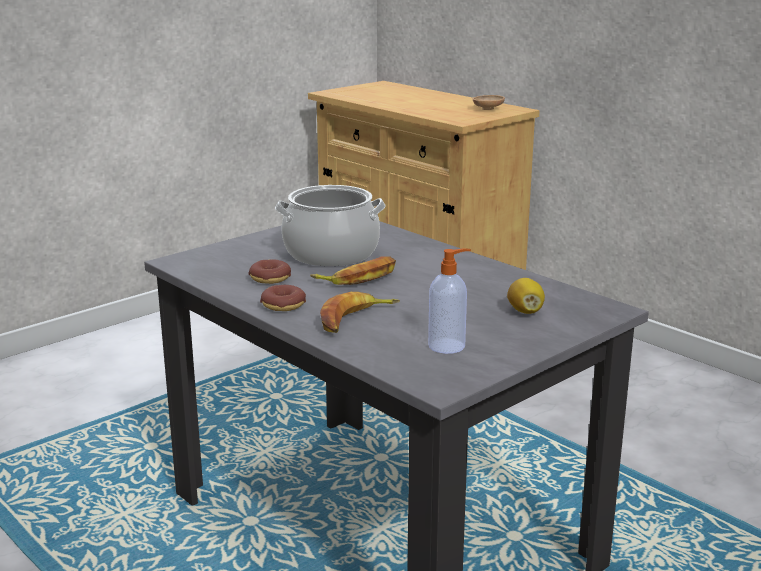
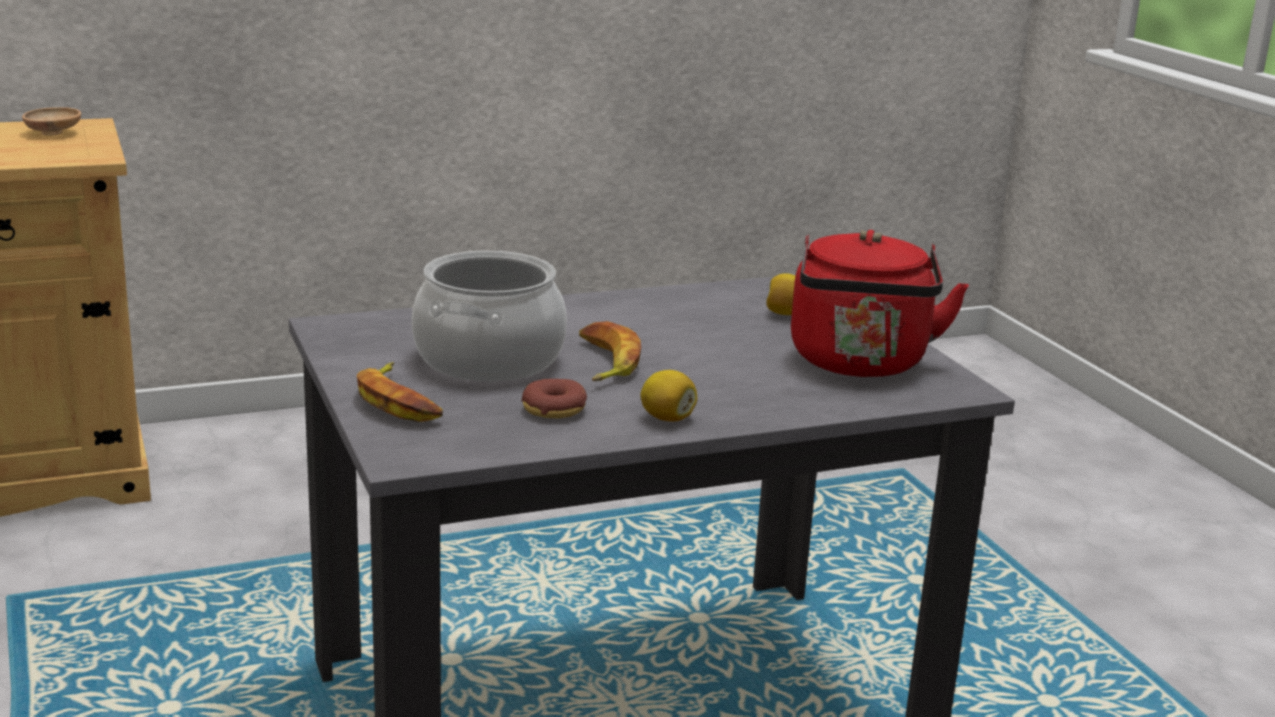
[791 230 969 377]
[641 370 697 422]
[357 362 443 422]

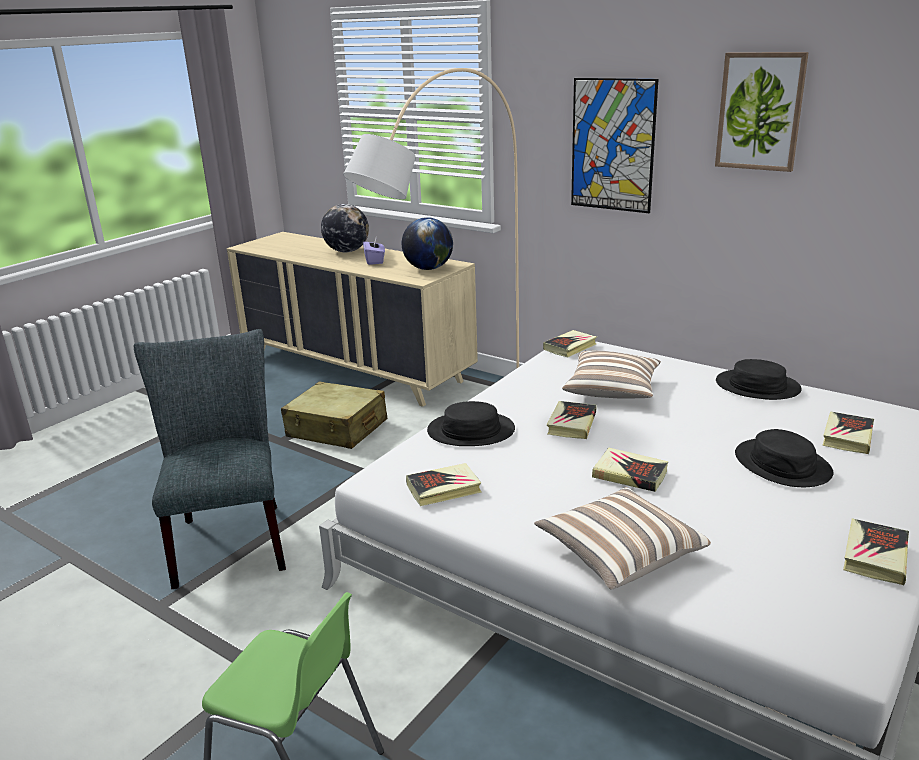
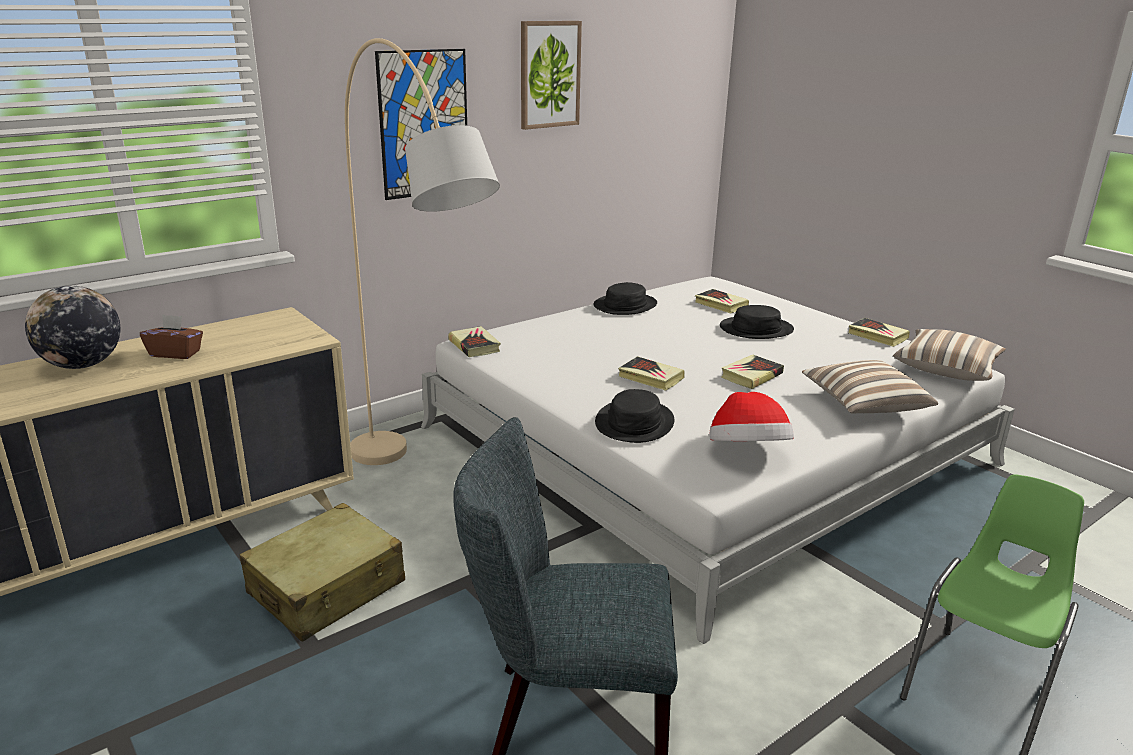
[402 217 453 270] (first image)
[140 314 203 359]
[893 329 1006 381]
[709 392 794 441]

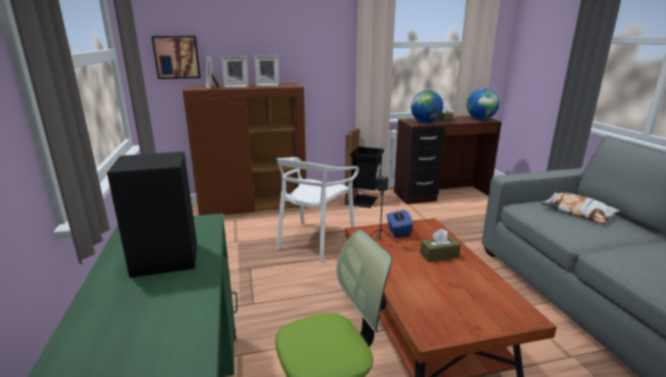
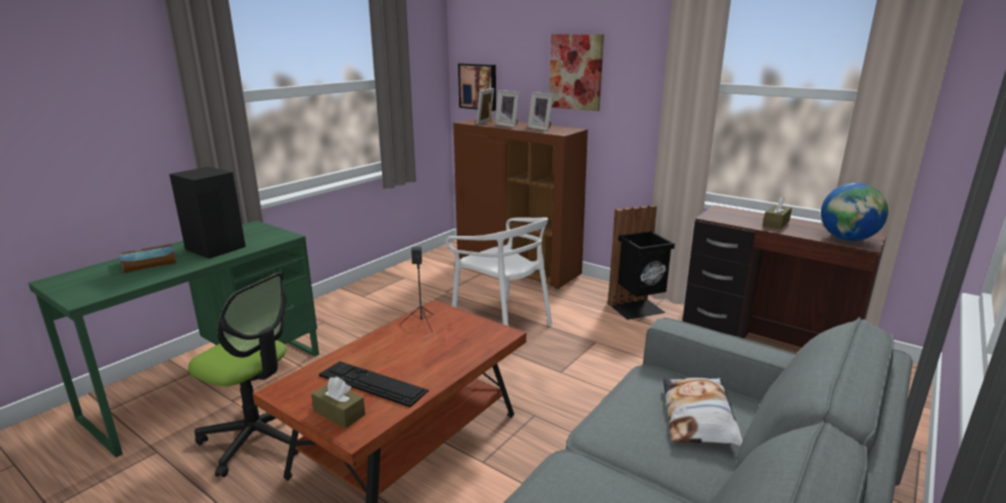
[411 90 443 123] (first image)
[445 218 552 326]
[387 209 413 237] (first image)
[311 377 365 428]
[549 34 604 111]
[119 244 178 273]
[319 361 429 408]

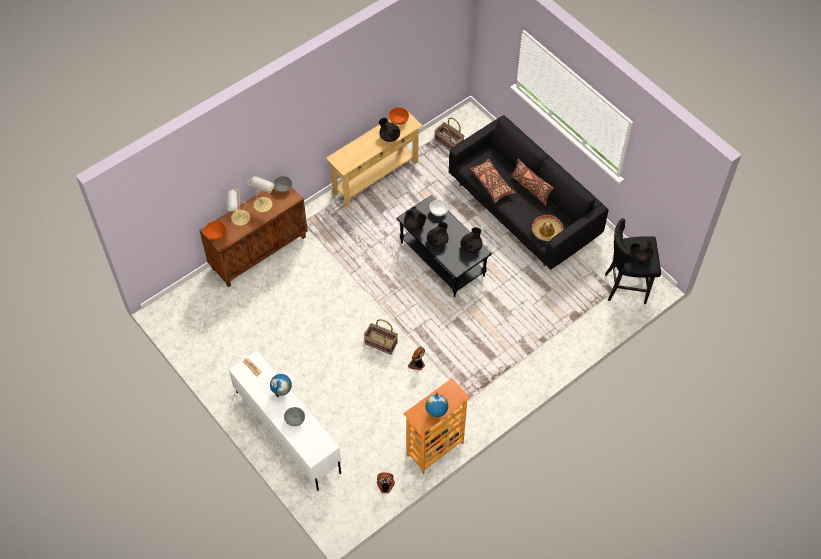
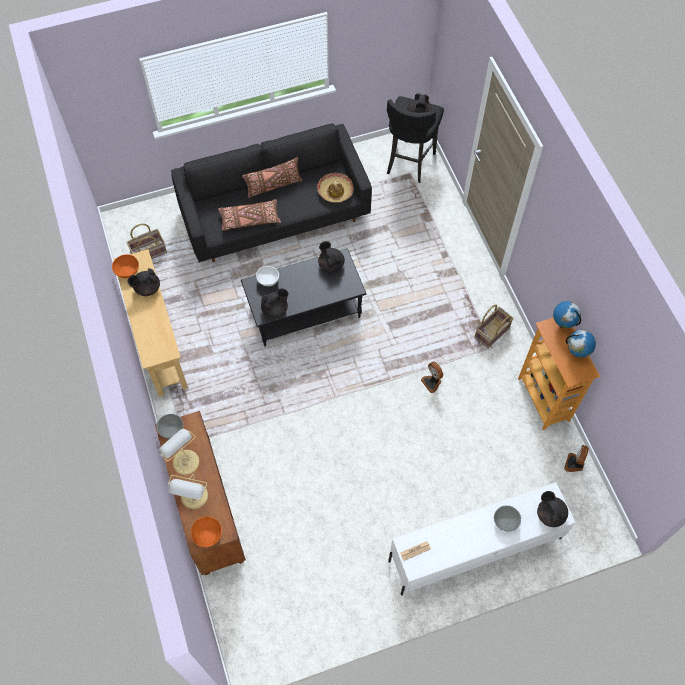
[537 491 568 527]
[475 305 514 349]
[553 301 581 328]

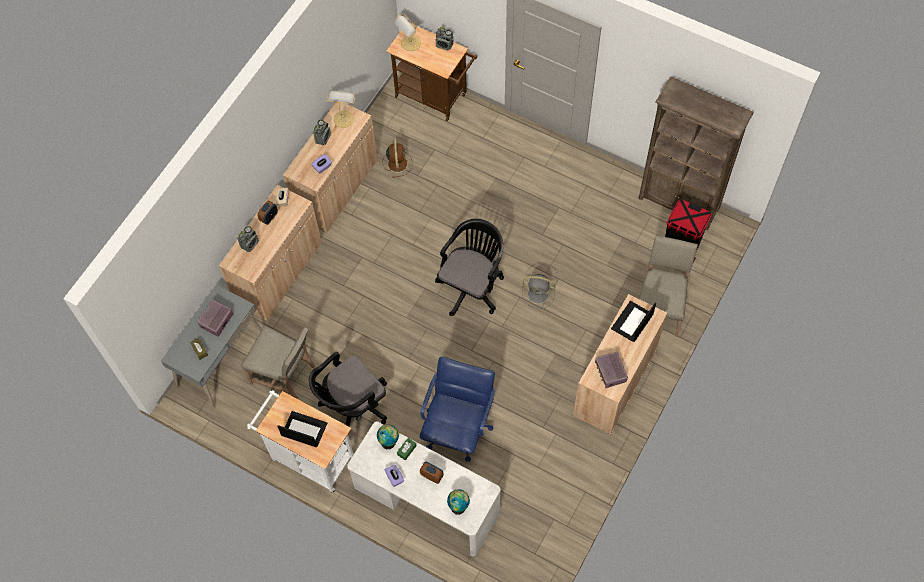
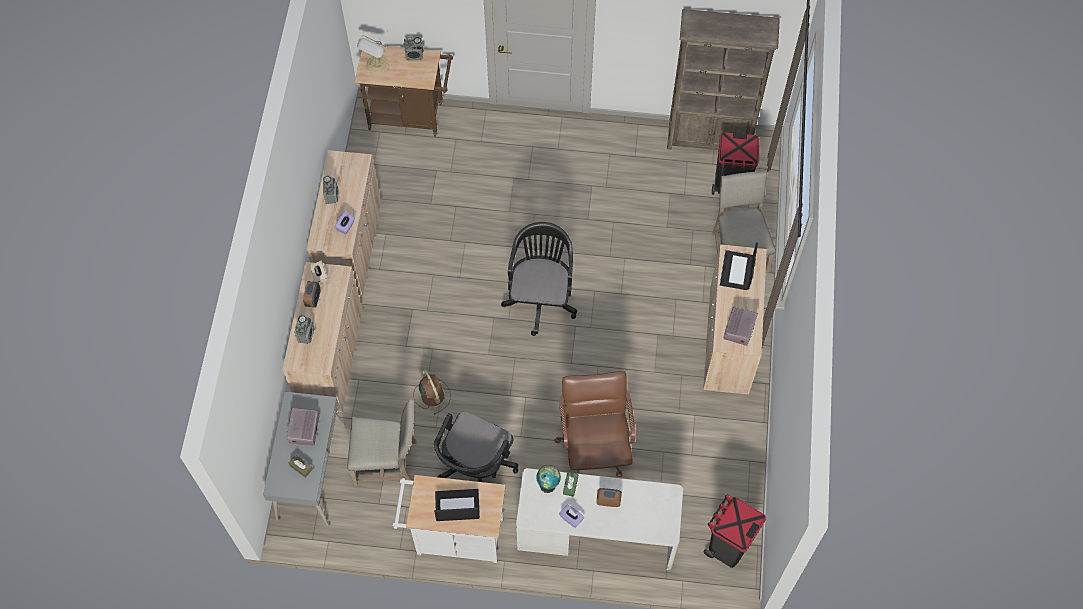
[326 91 356 128] (first image)
[413 369 451 415]
[522 274 555 309] (first image)
[723 307 758 346]
[554 371 636 477]
[447 489 470 515] (first image)
[703 495 766 568]

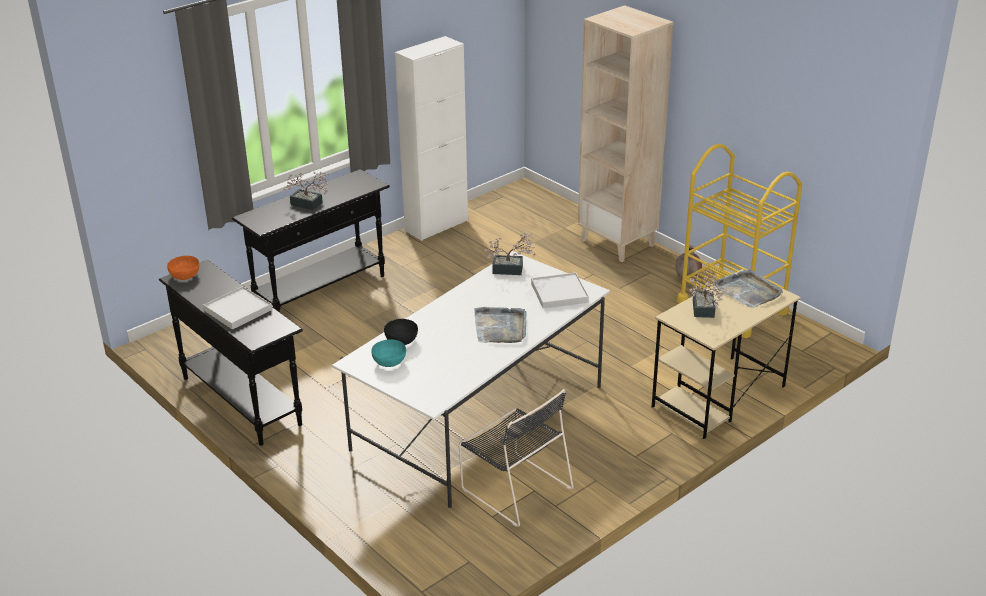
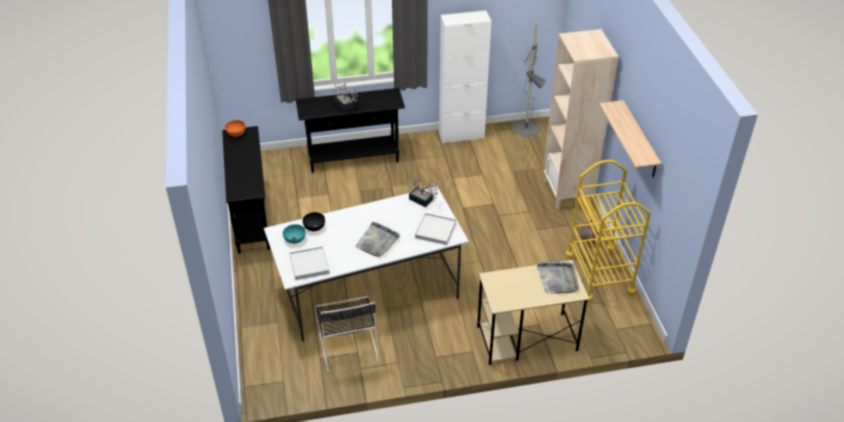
[689 271 727 318] (first image)
[290 246 330 280]
[512 21 546 168]
[599 100 662 177]

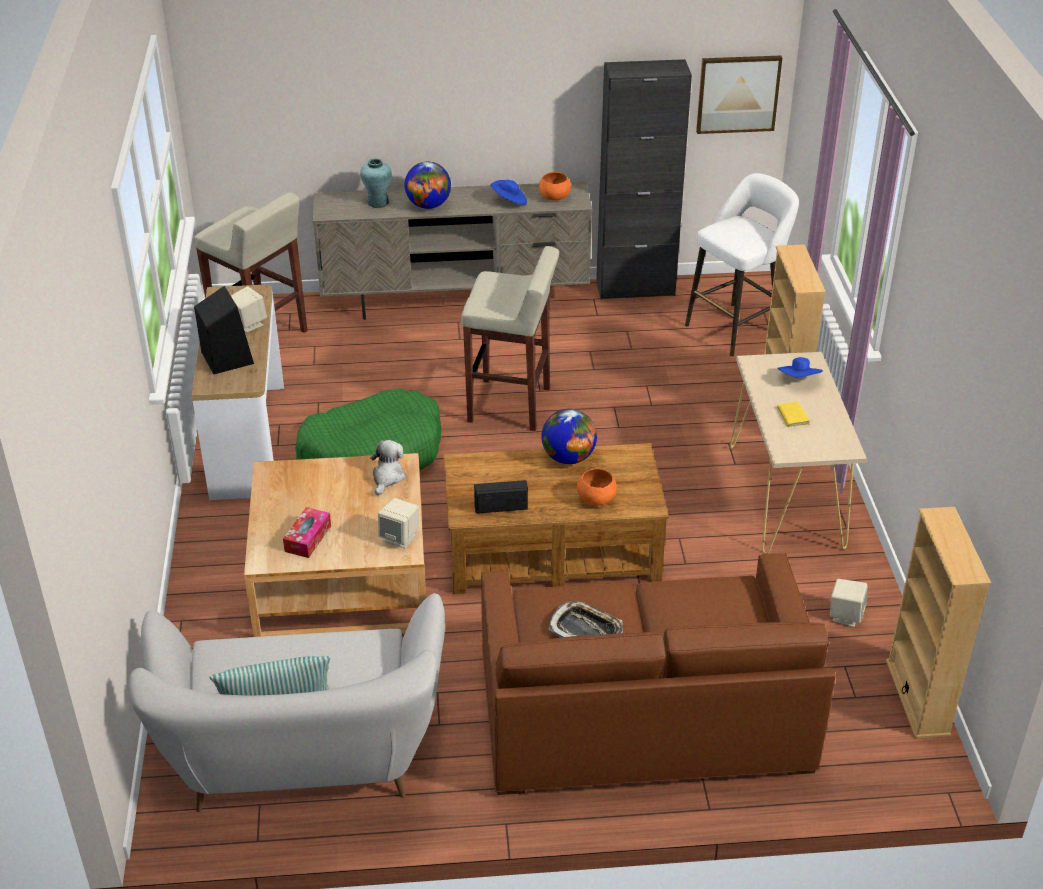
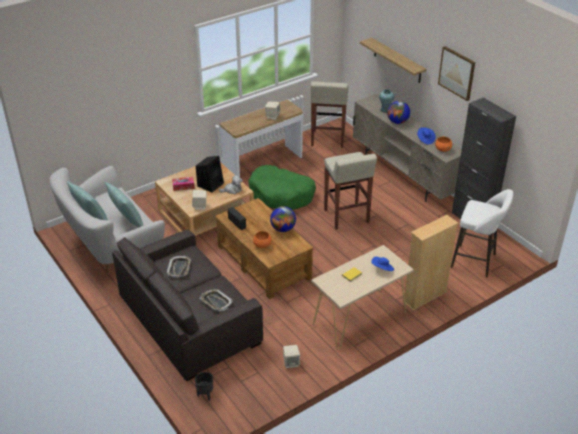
[438 46 475 101]
[196 156 224 192]
[886 507 991 739] (first image)
[112 229 263 381]
[360 38 427 83]
[105 182 143 227]
[199 289 233 311]
[195 372 213 401]

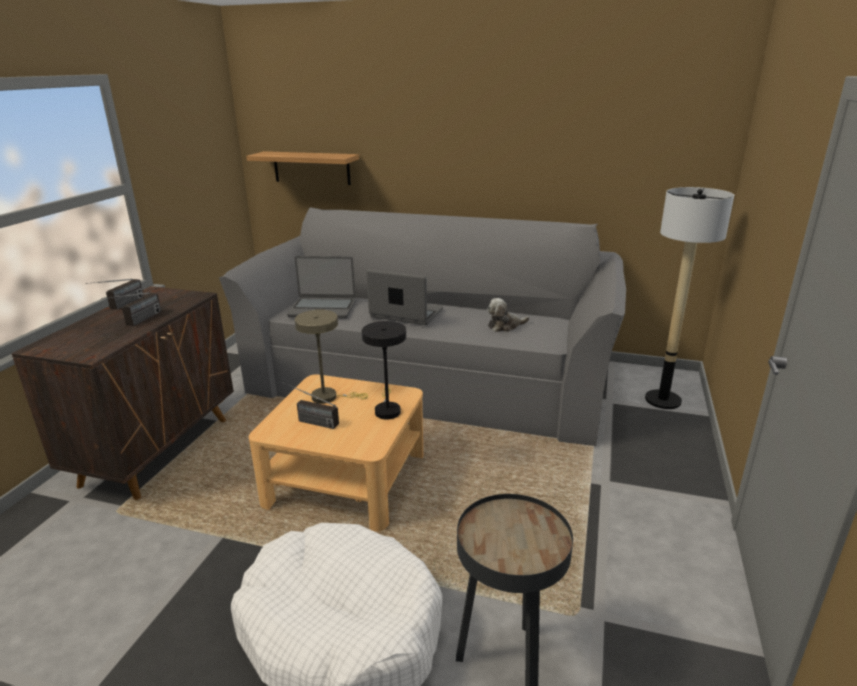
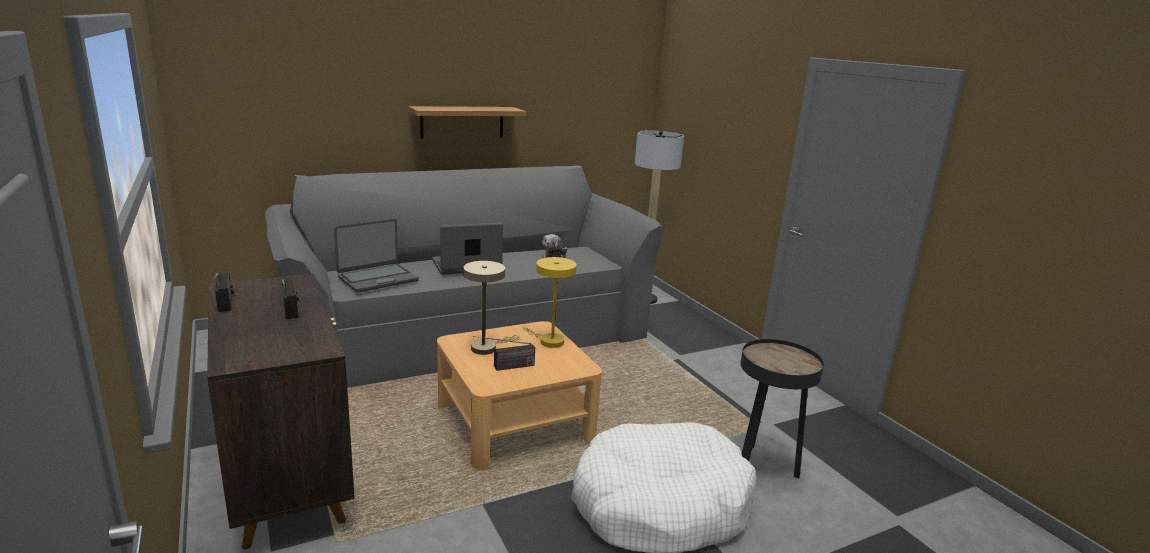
[408 106 526 139]
[522 257 577 348]

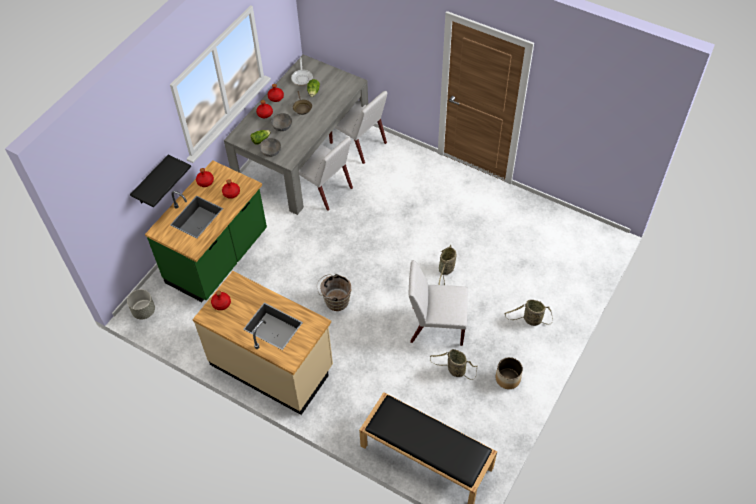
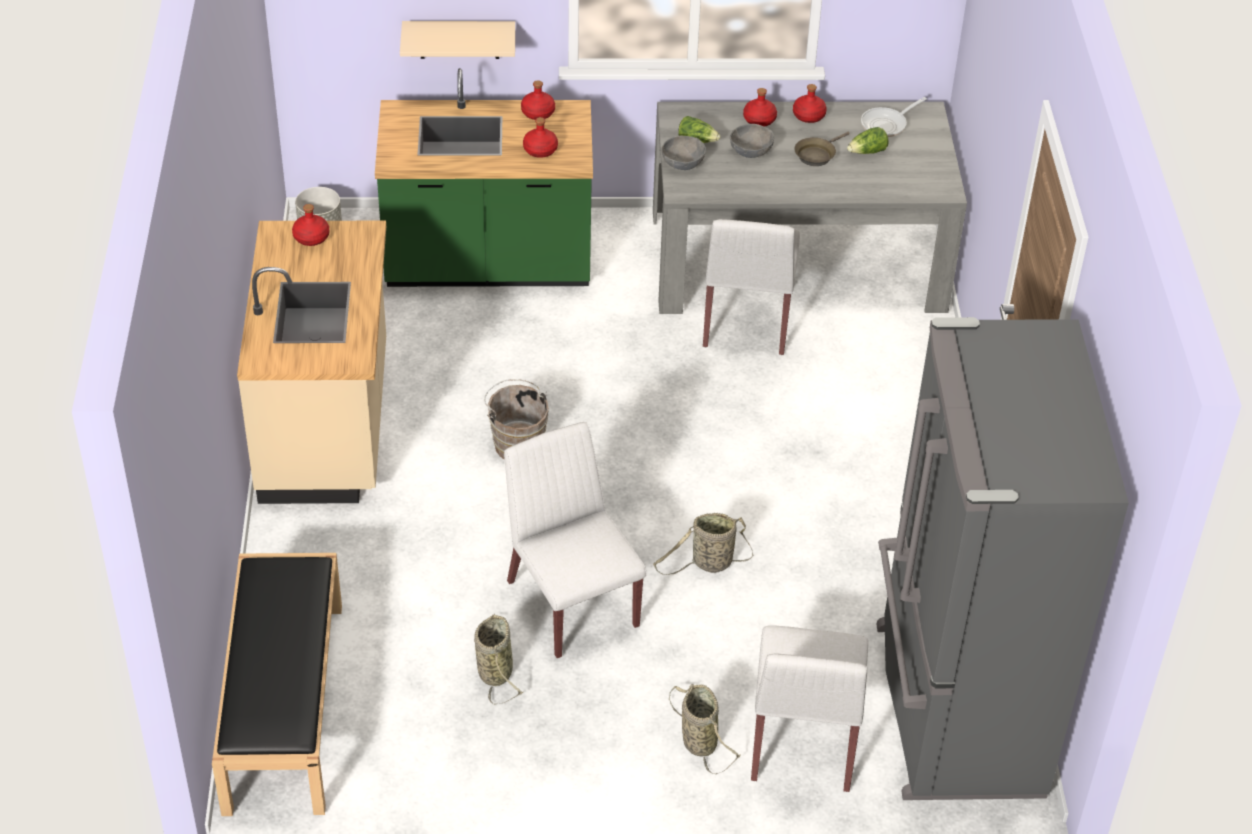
[751 625 868 792]
[400 21 515 59]
[496 357 523 389] (first image)
[876 317 1129 800]

